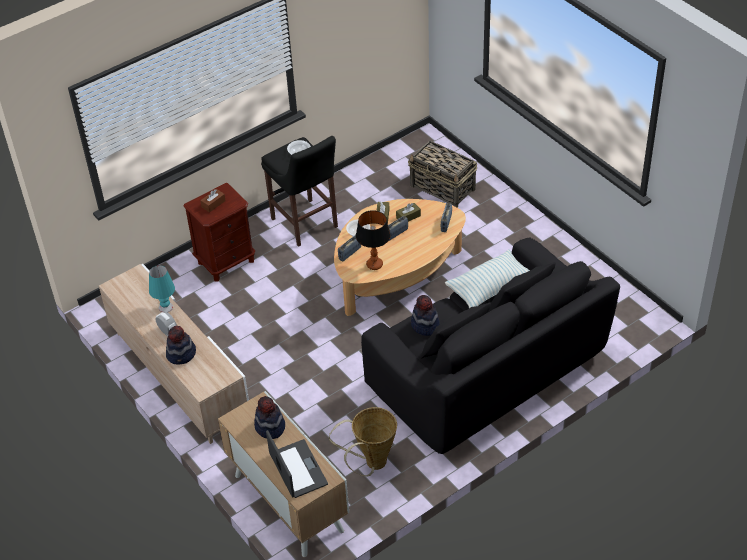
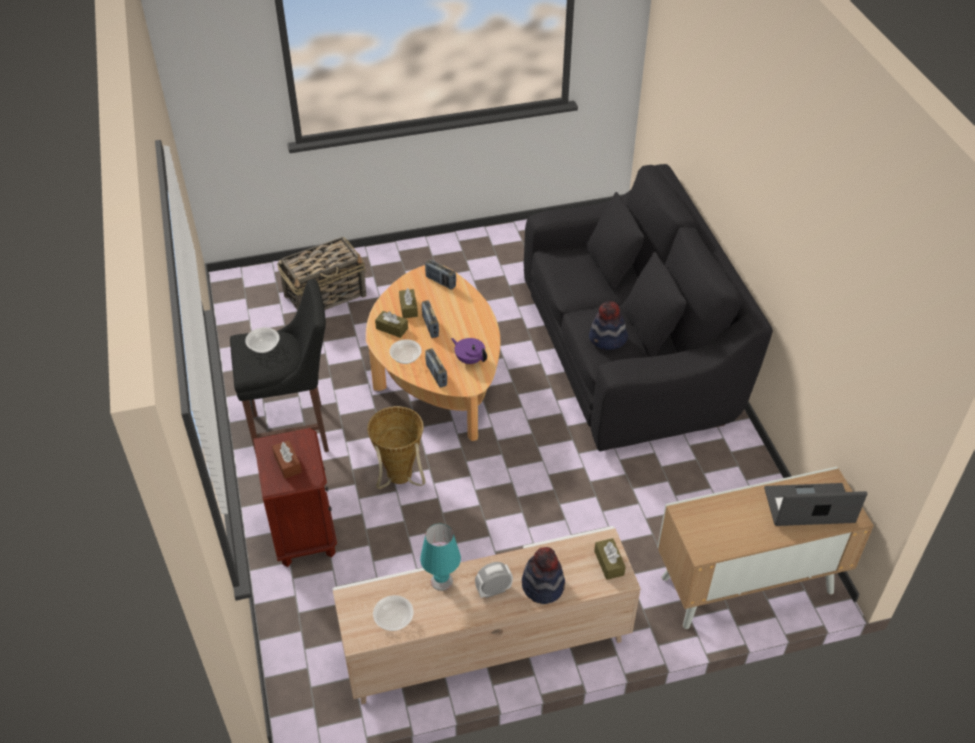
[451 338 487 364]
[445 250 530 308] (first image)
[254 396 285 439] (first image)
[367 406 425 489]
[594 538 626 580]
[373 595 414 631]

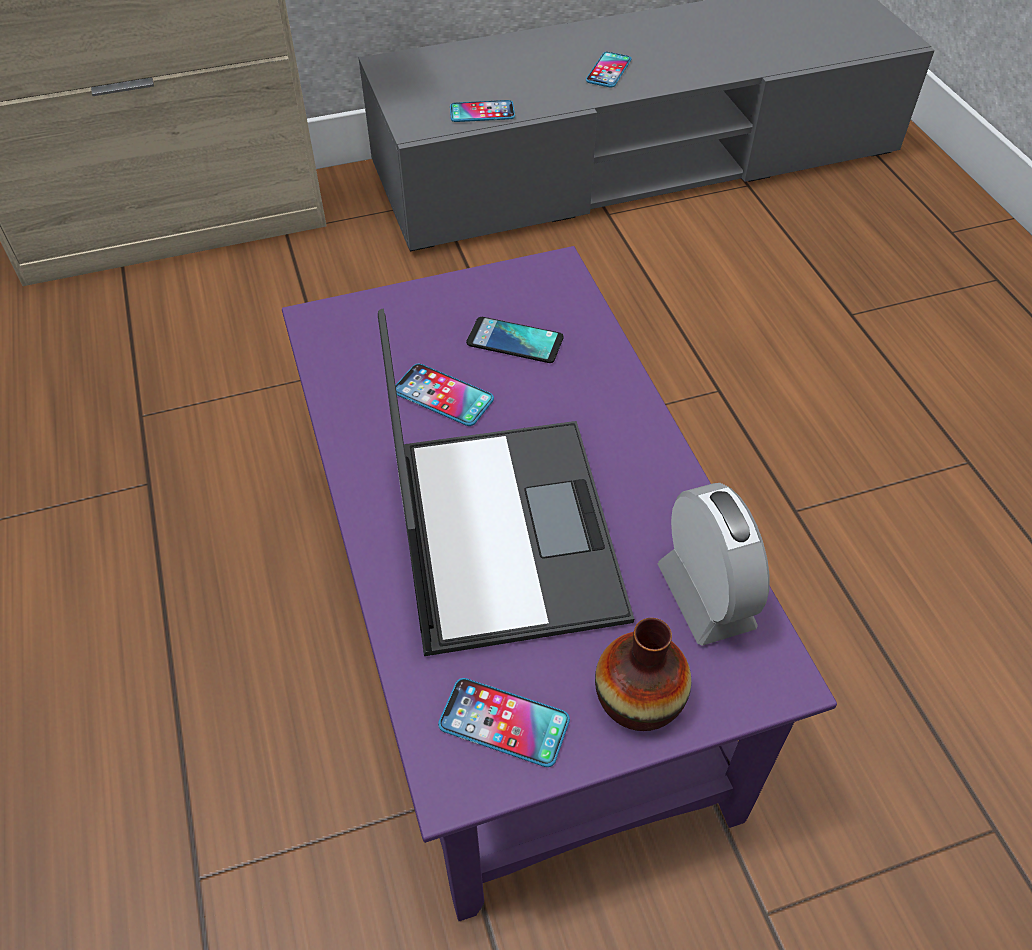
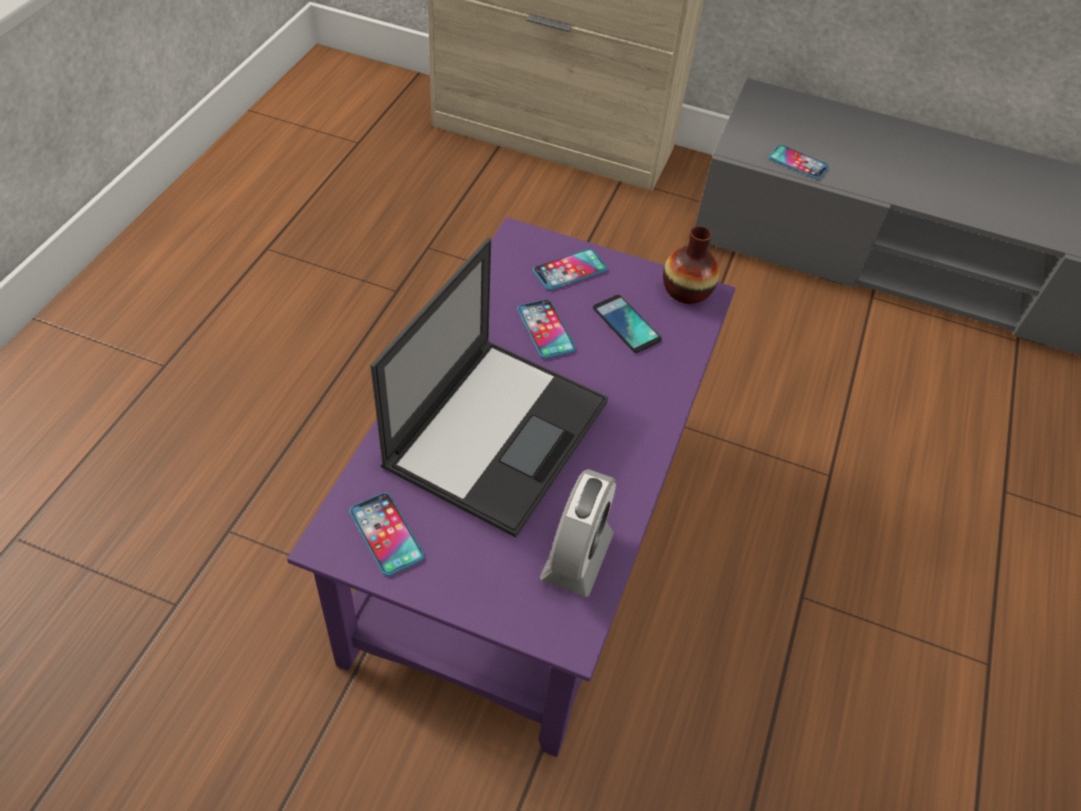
[533 249 607 290]
[663 226 719 304]

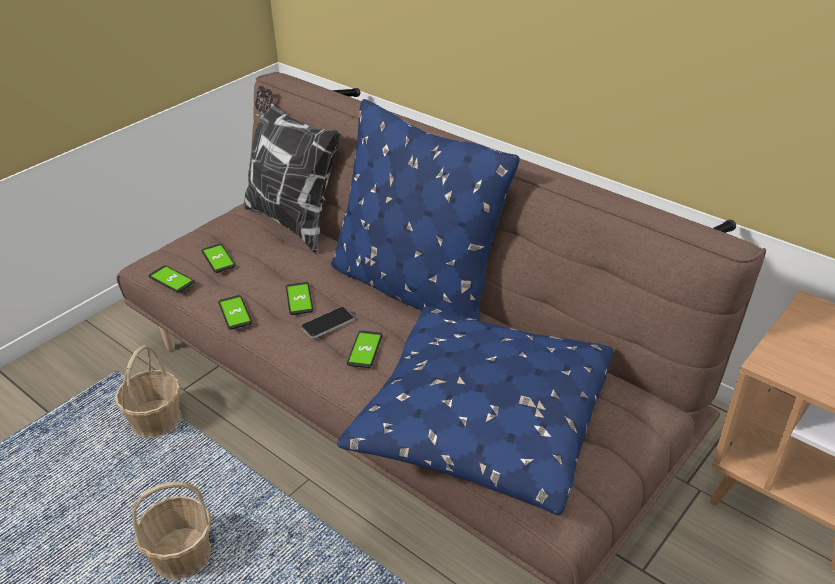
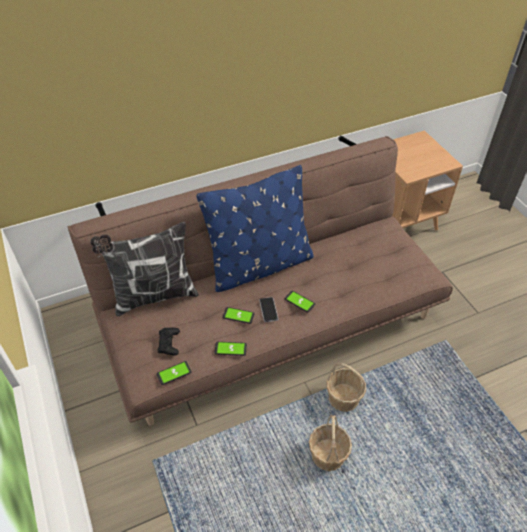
[158 328 180 355]
[337 307 614 515] (first image)
[327 363 366 412]

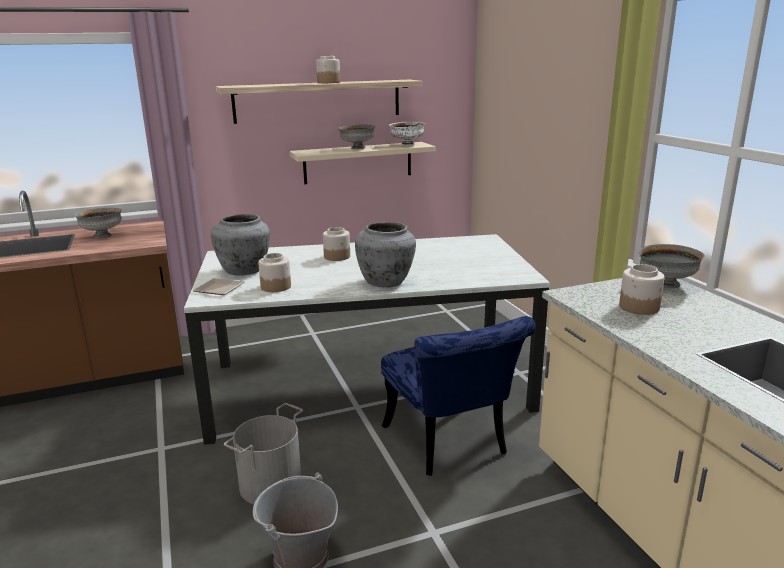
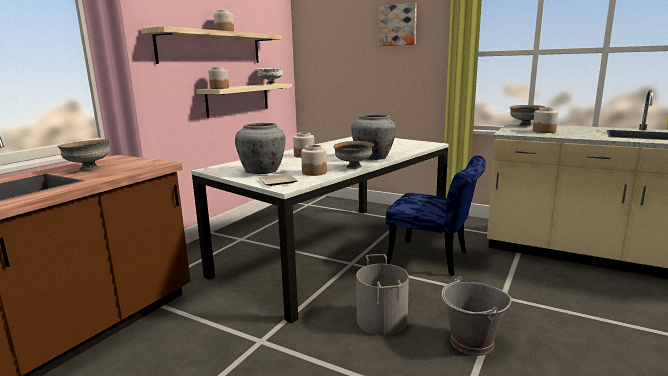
[333 141 374 169]
[379 3 417 46]
[208 67 229 89]

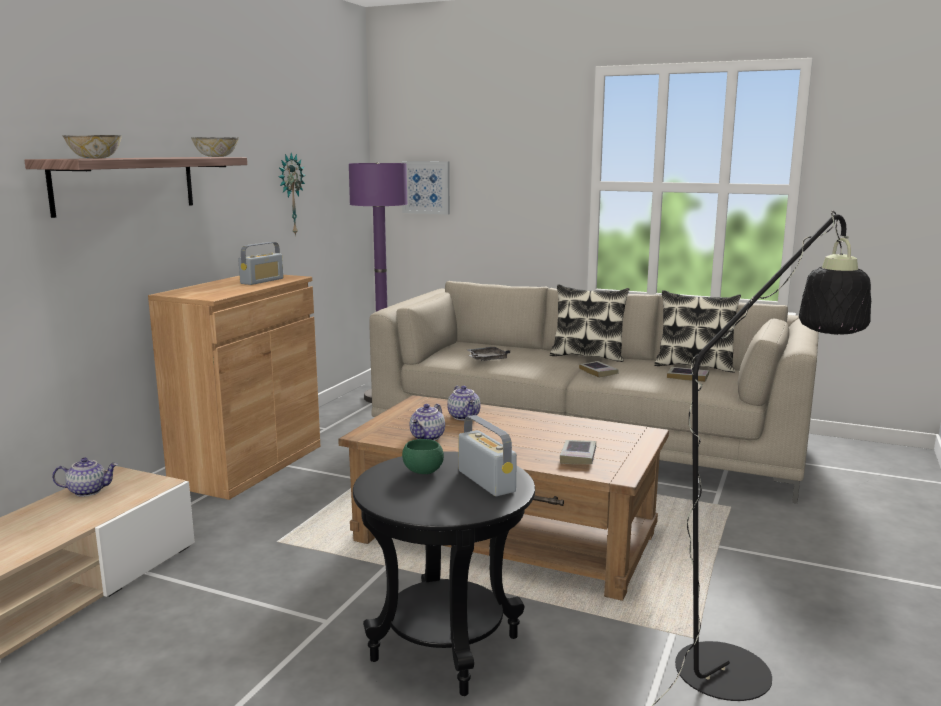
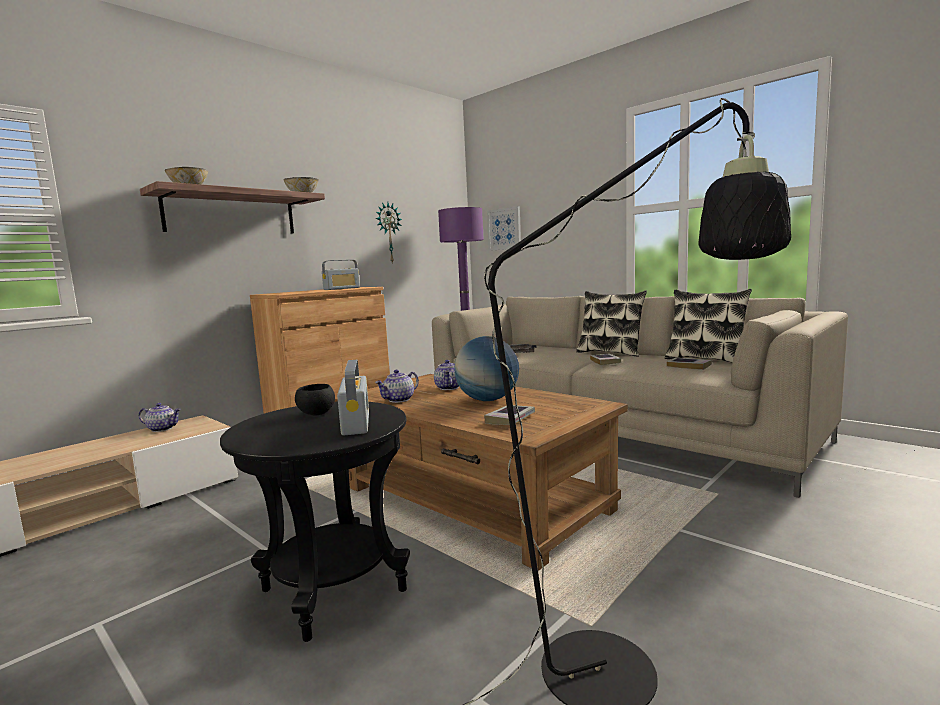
[295 384 335 415]
[454 336 519 401]

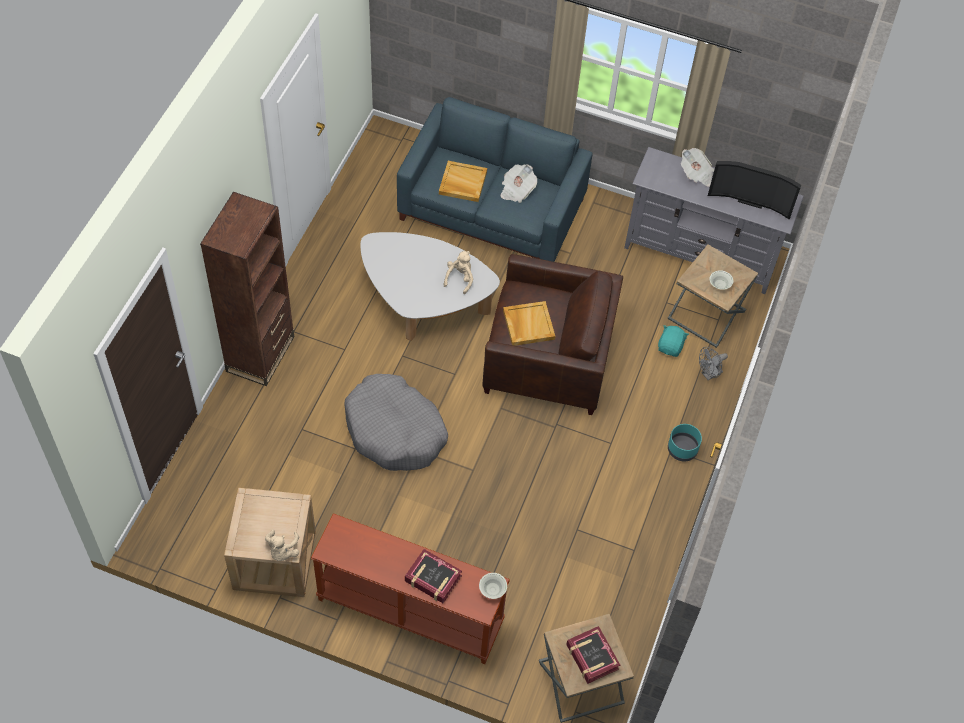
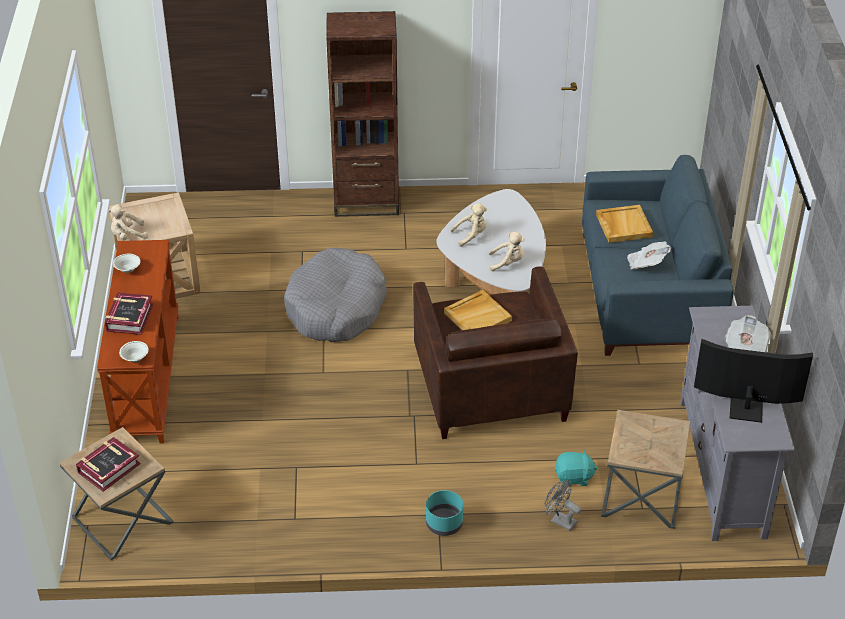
[694 339 813 423]
[113 254 141 273]
[451 203 487 247]

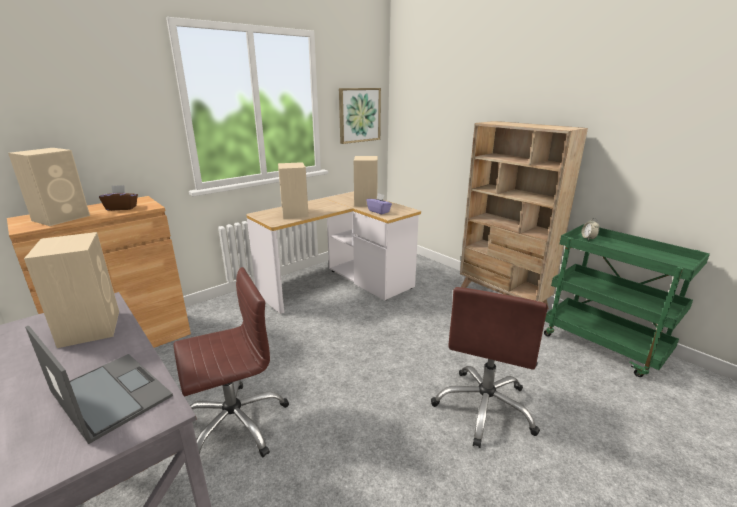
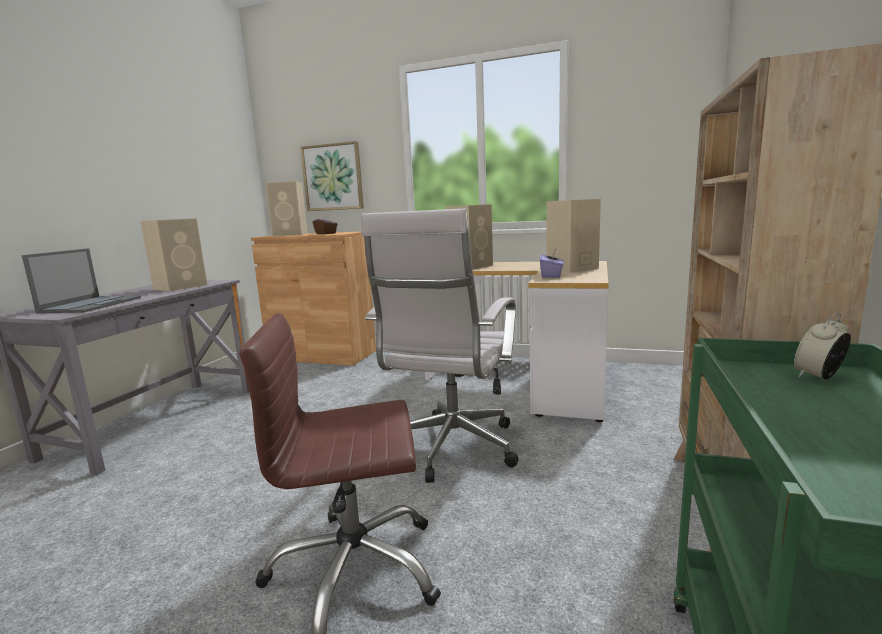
[300 141 364 211]
[173 267 289 458] (first image)
[361 209 519 483]

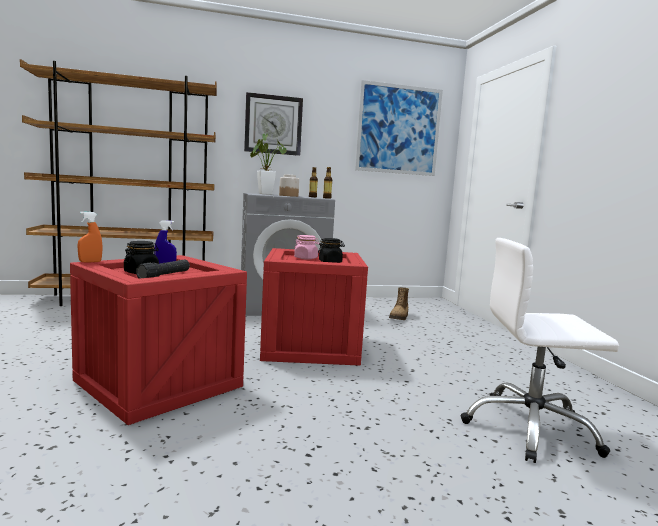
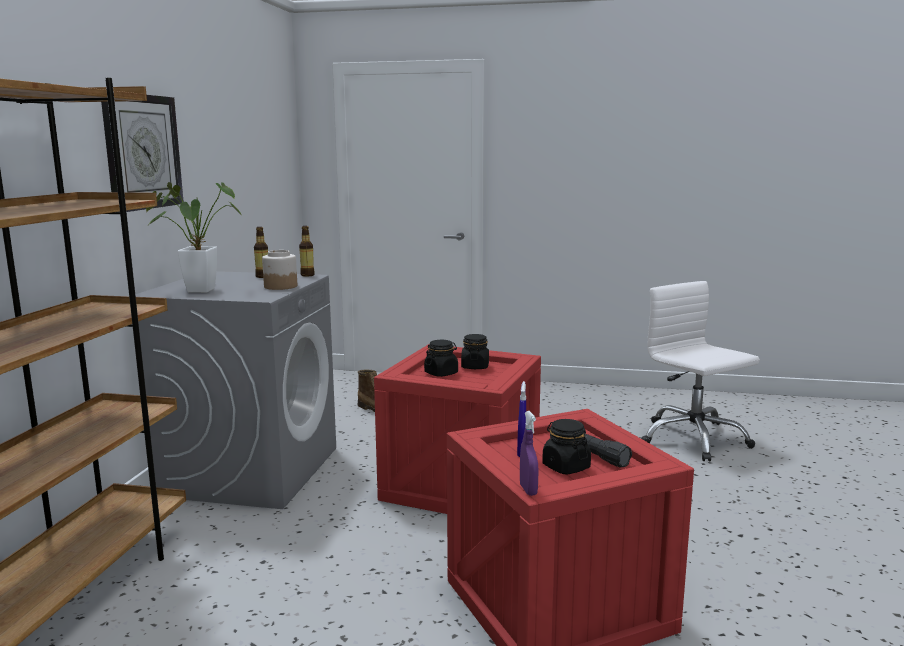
[355 80 443 176] (first image)
[520 411 539 496]
[424 340 458 377]
[641 281 760 461]

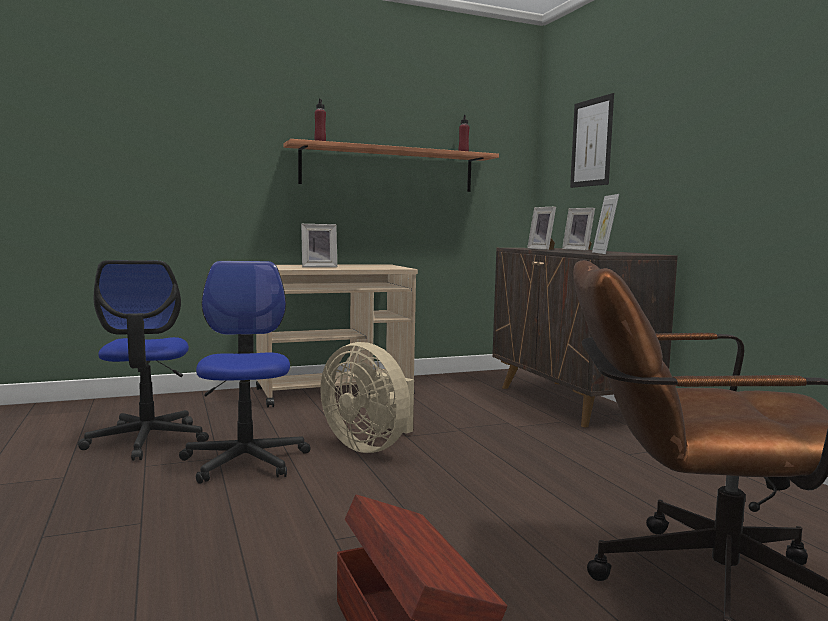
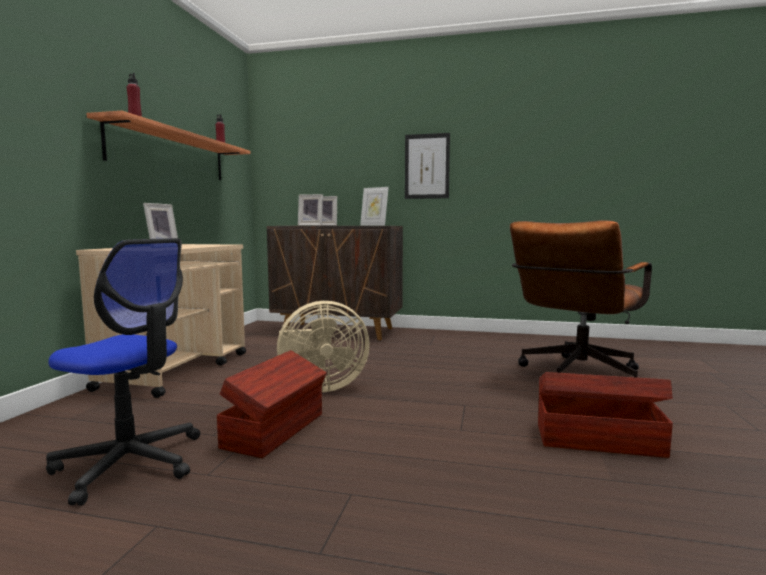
[405 133 450 199]
[217 350 327 458]

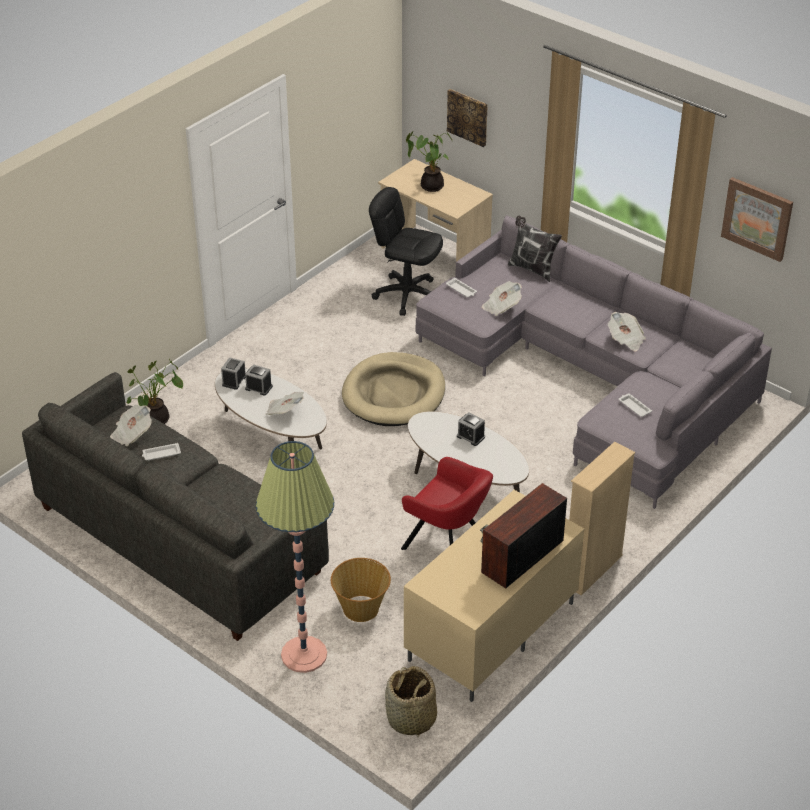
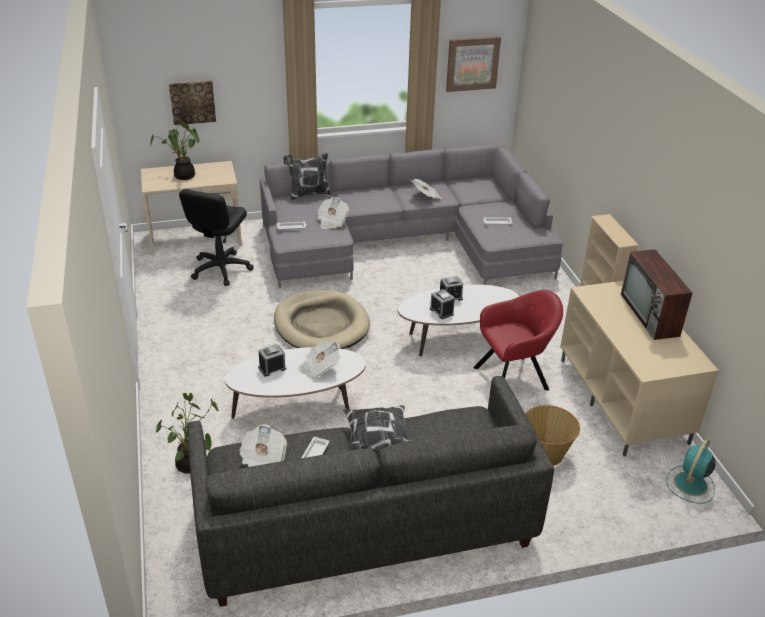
[179 189 254 286]
[430 289 455 319]
[256 441 334 673] (first image)
[666 439 716 504]
[343 405 412 451]

